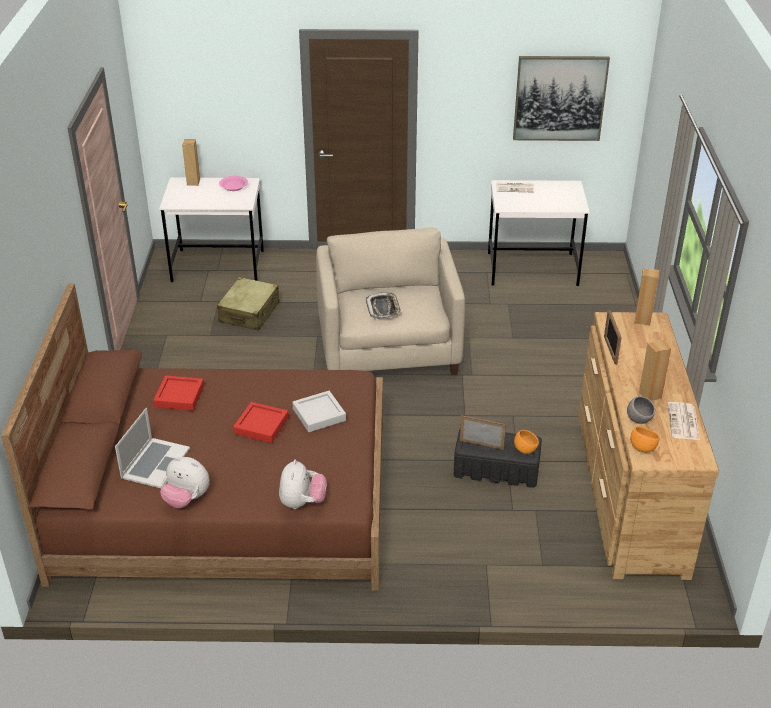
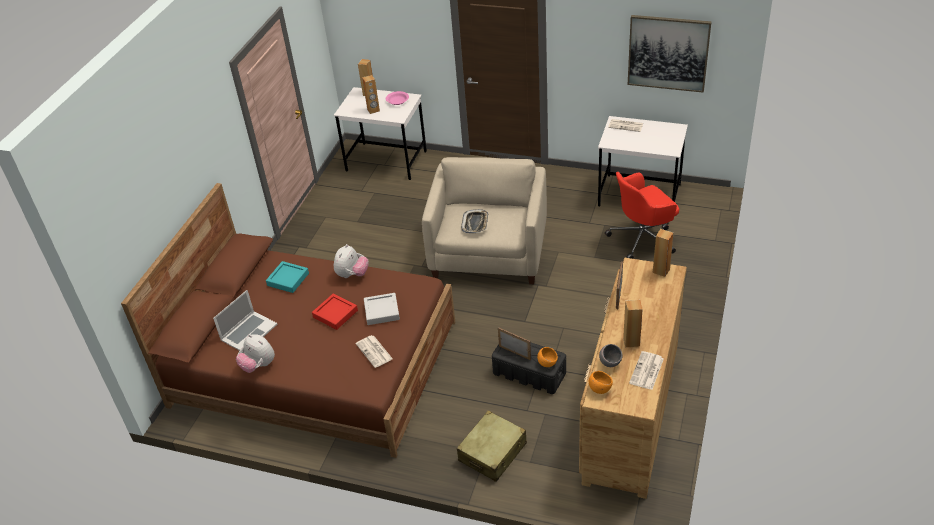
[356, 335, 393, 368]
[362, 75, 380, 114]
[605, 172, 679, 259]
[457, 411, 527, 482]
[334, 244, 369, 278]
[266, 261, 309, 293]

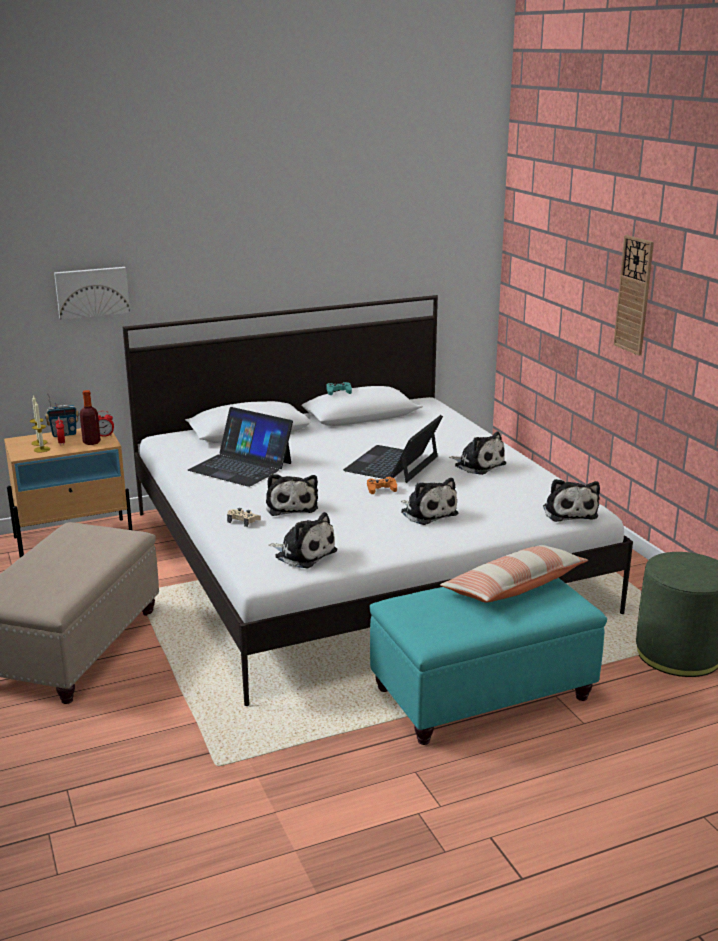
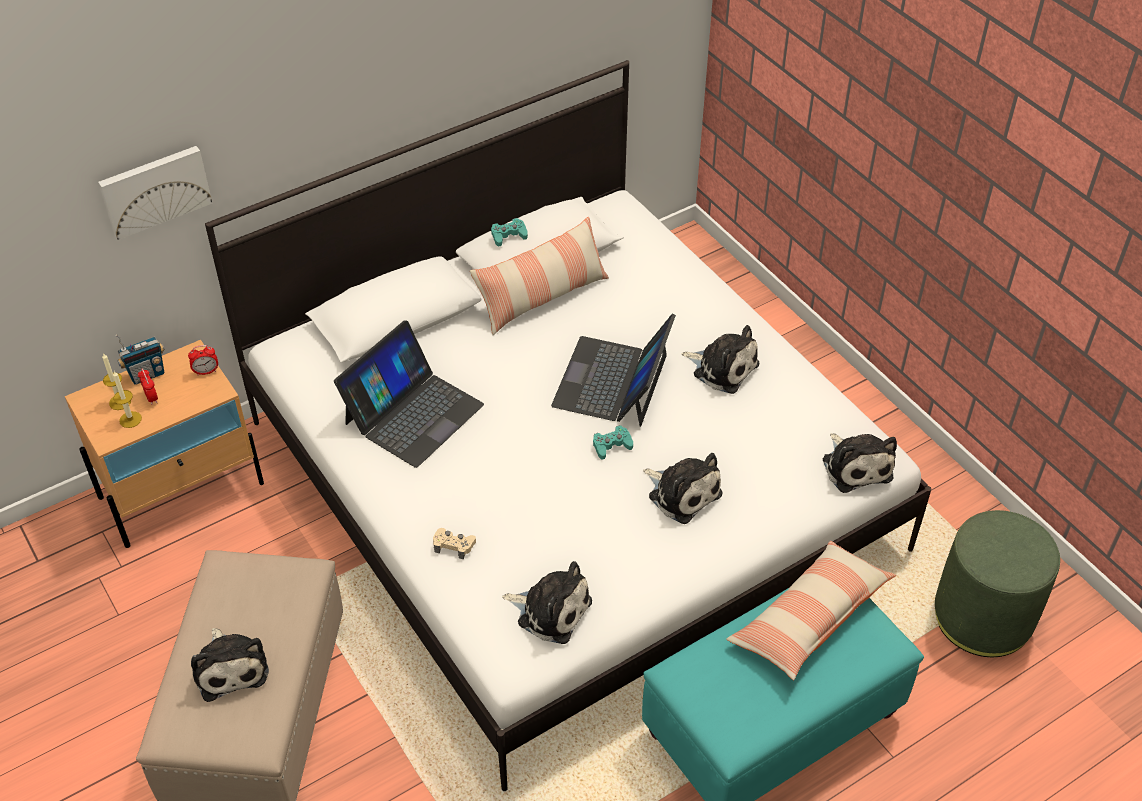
[80, 390, 101, 445] (first image)
[613, 235, 654, 355] (first image)
[470, 216, 609, 335]
[191, 628, 269, 702]
[593, 425, 633, 460]
[334, 320, 484, 468]

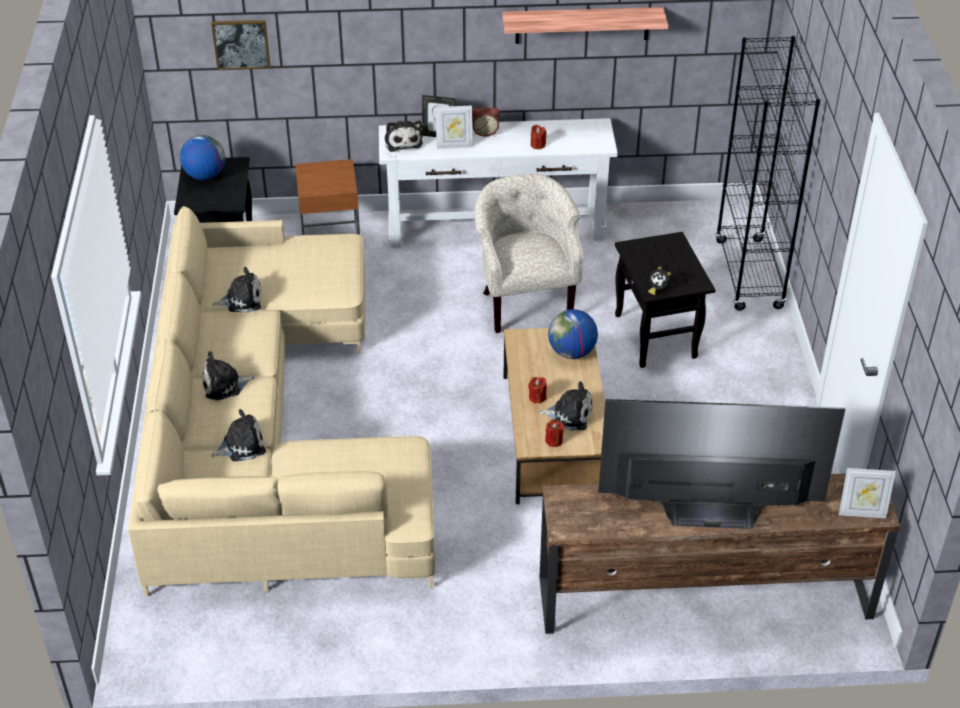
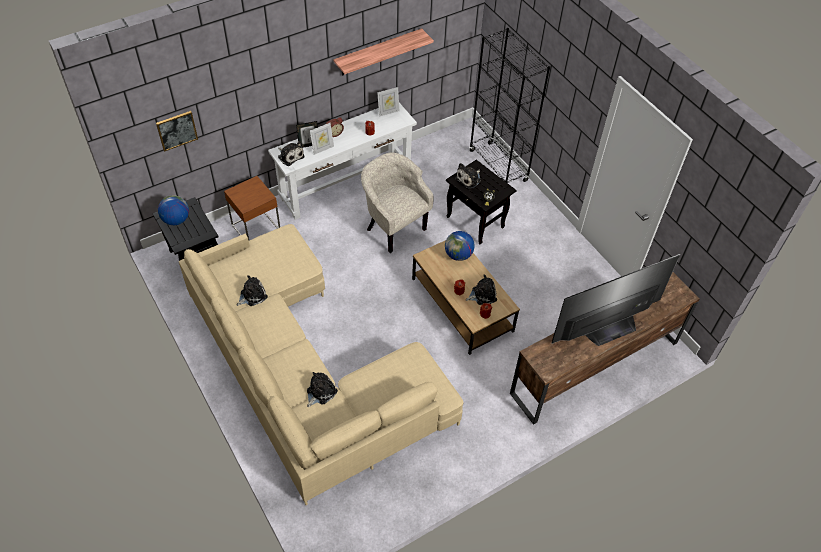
[455, 163, 481, 189]
[377, 87, 399, 116]

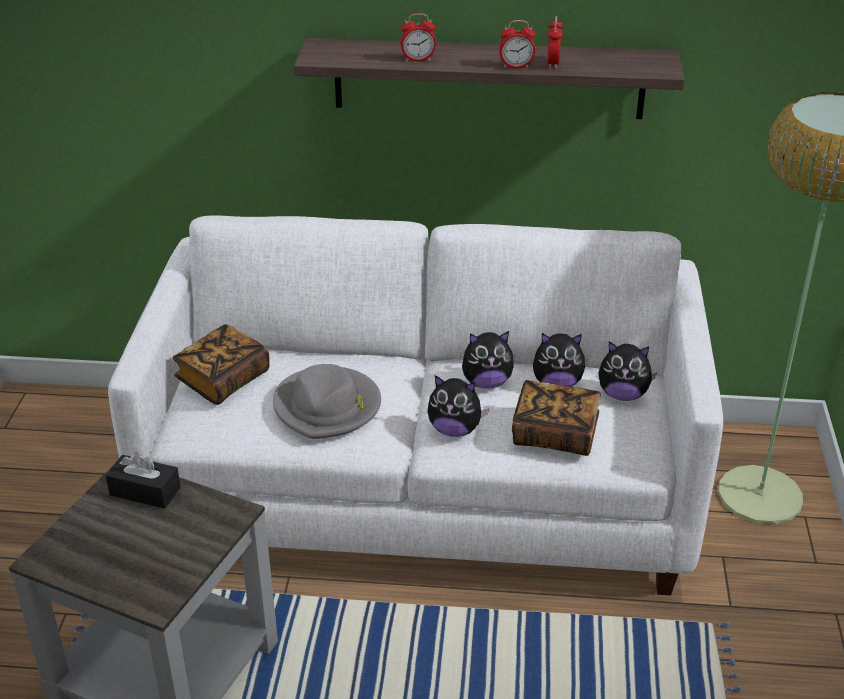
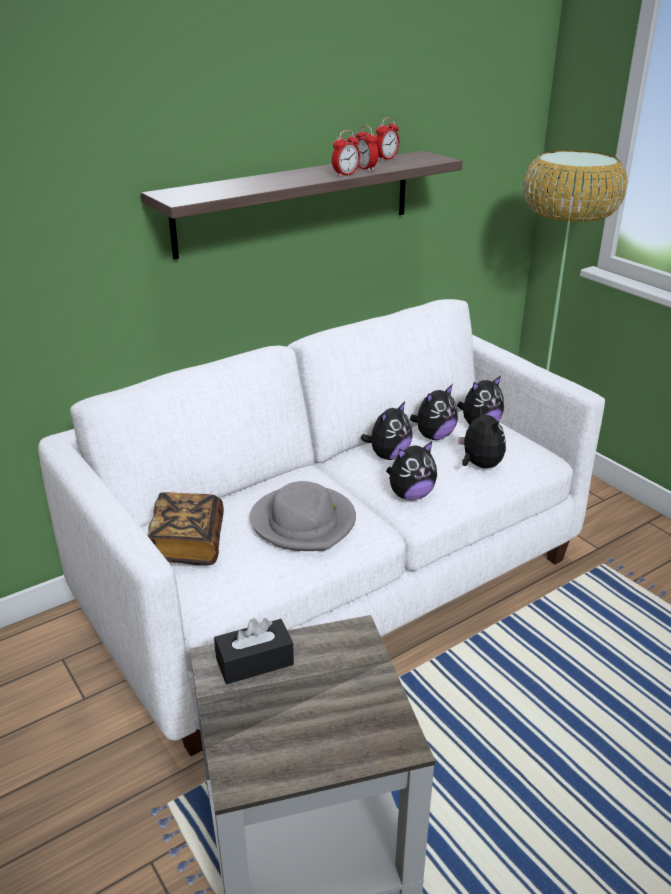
[376, 117, 399, 161]
[458, 406, 506, 468]

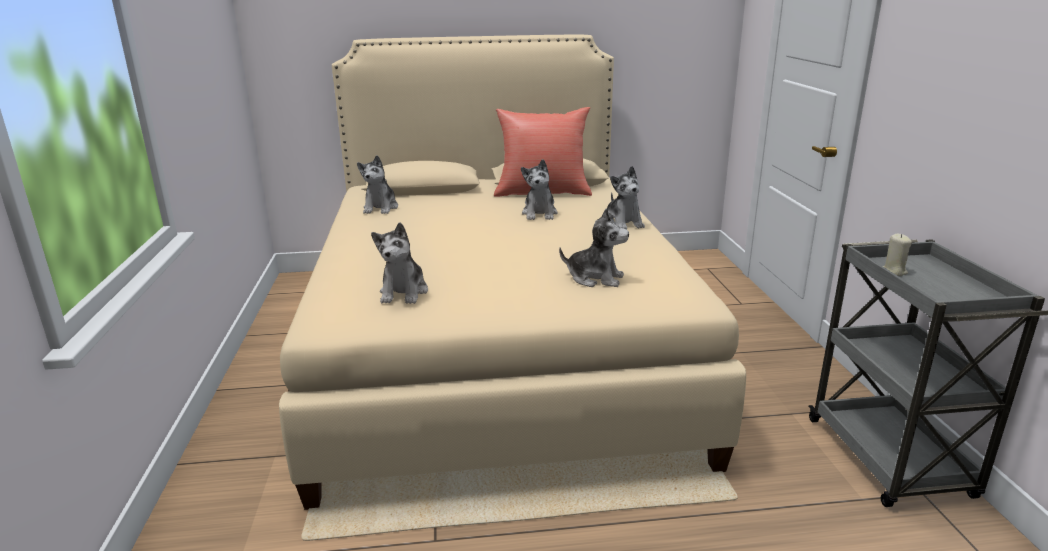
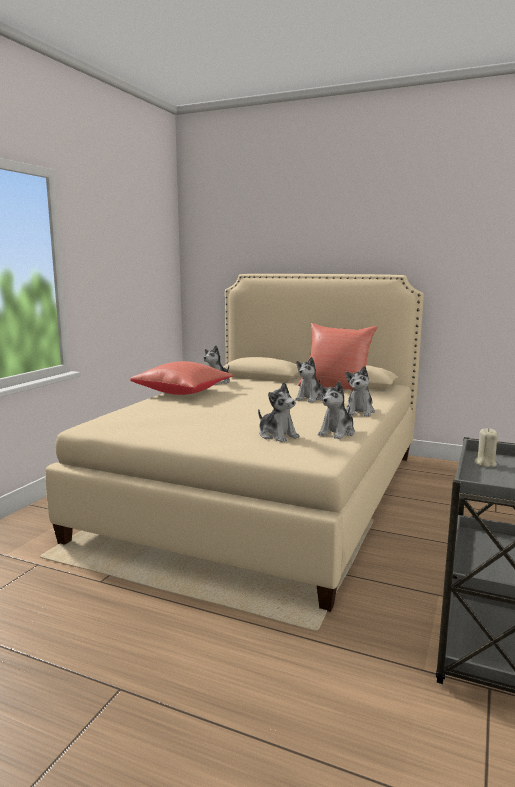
[130, 361, 233, 395]
[318, 381, 355, 439]

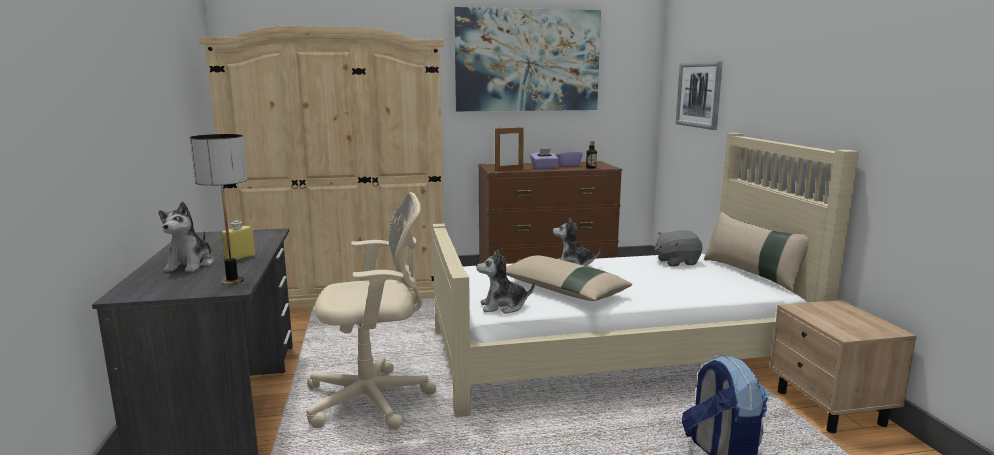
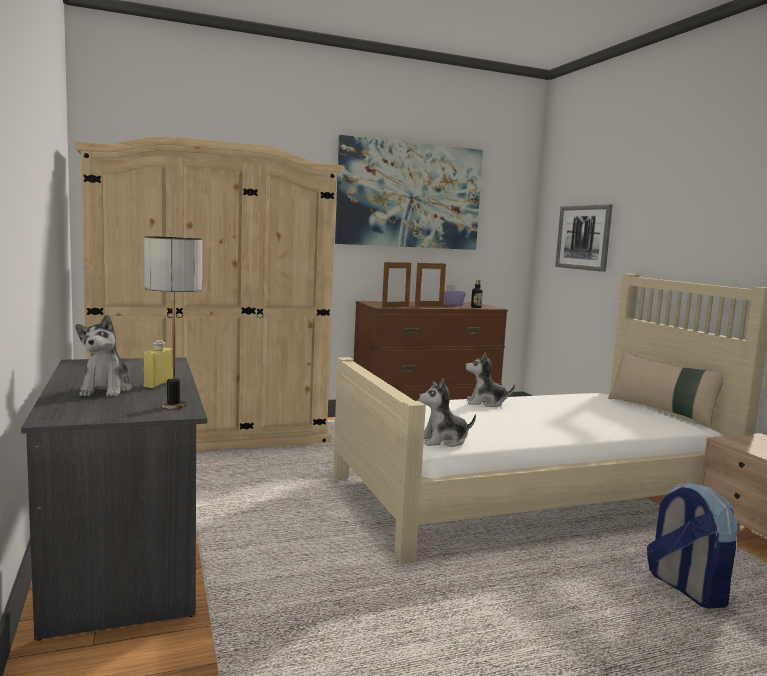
[306, 192, 437, 430] (first image)
[506, 255, 632, 301] (first image)
[655, 230, 703, 267] (first image)
[415, 261, 446, 306]

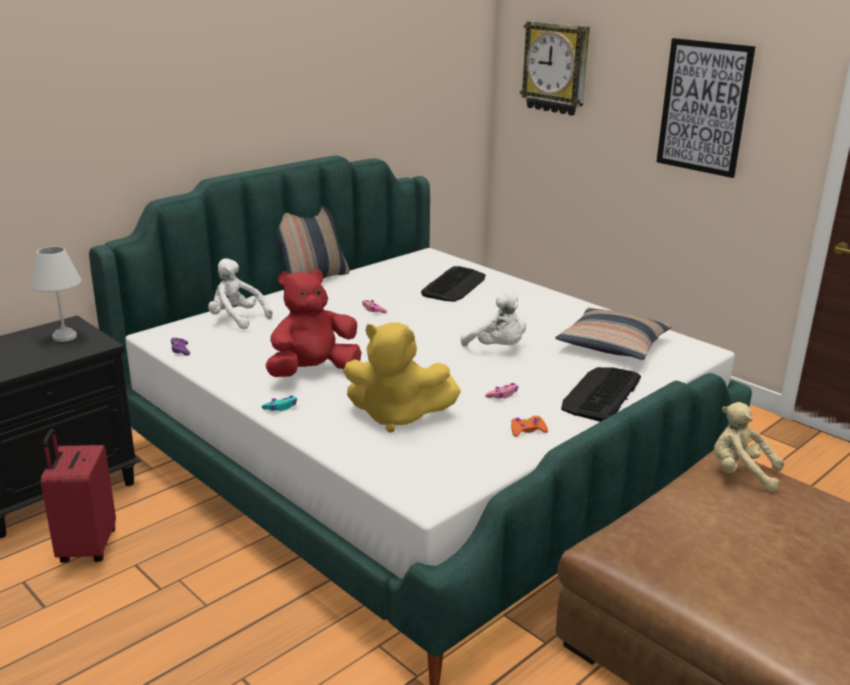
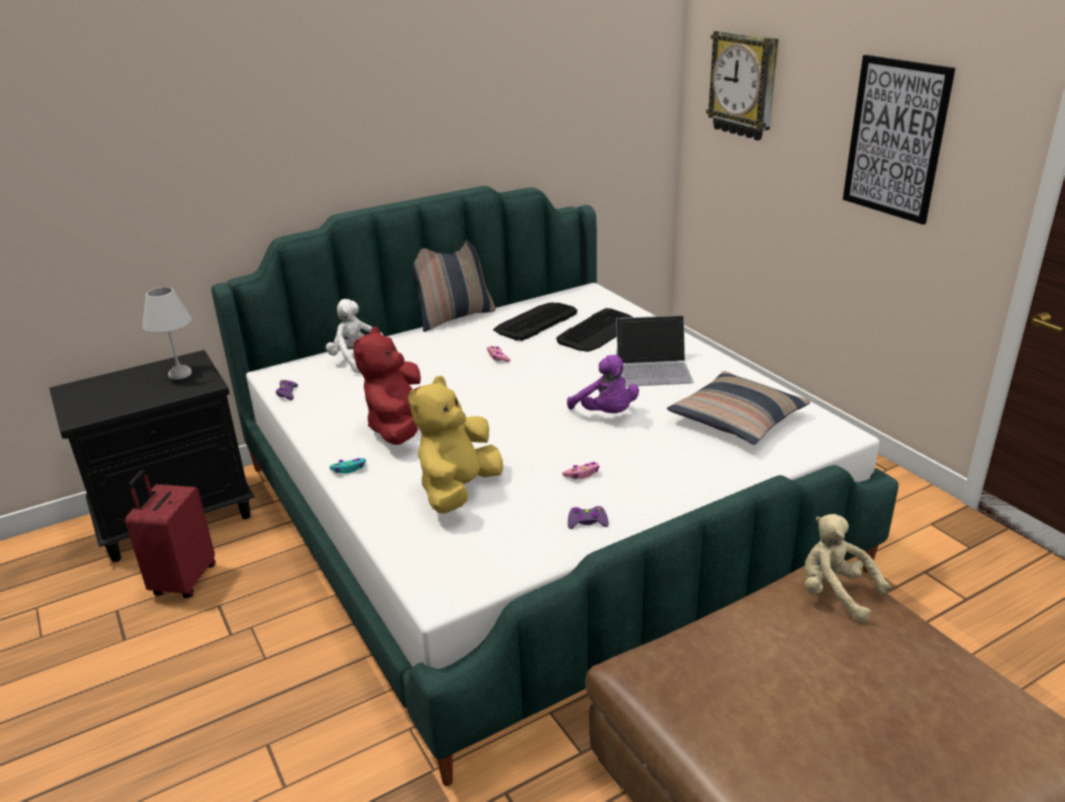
[616, 315, 693, 387]
[493, 302, 577, 341]
[567, 355, 639, 413]
[568, 506, 609, 529]
[353, 326, 421, 445]
[408, 376, 503, 513]

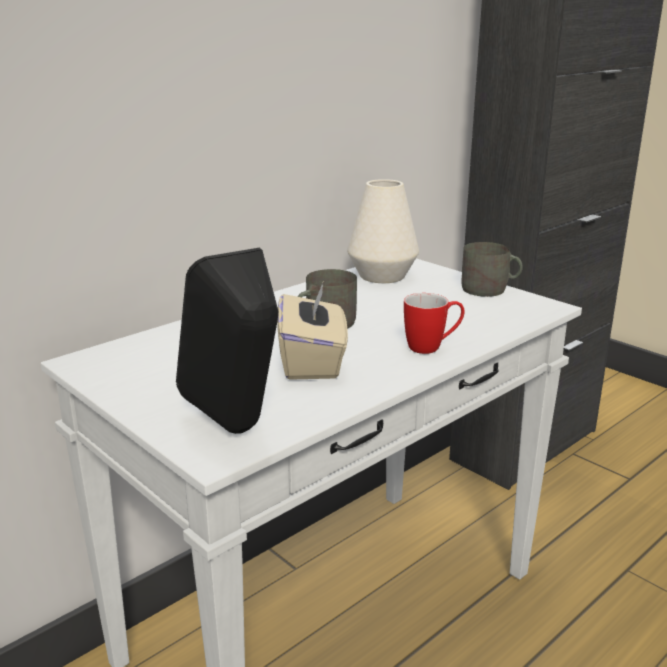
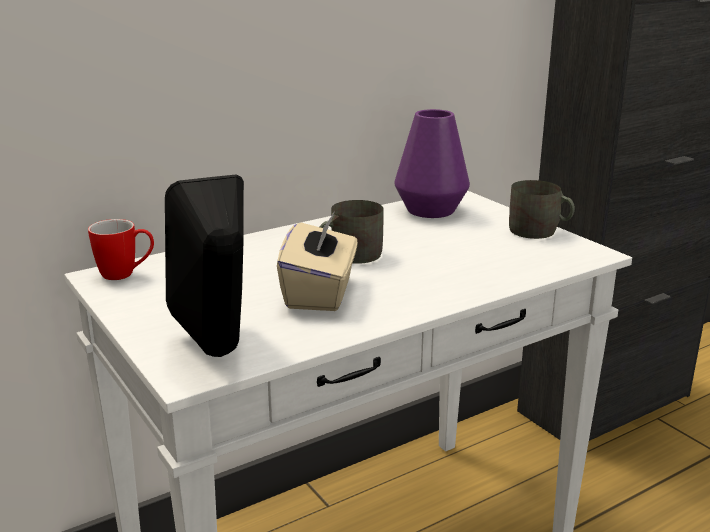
[88, 219, 154, 280]
[394, 109, 470, 218]

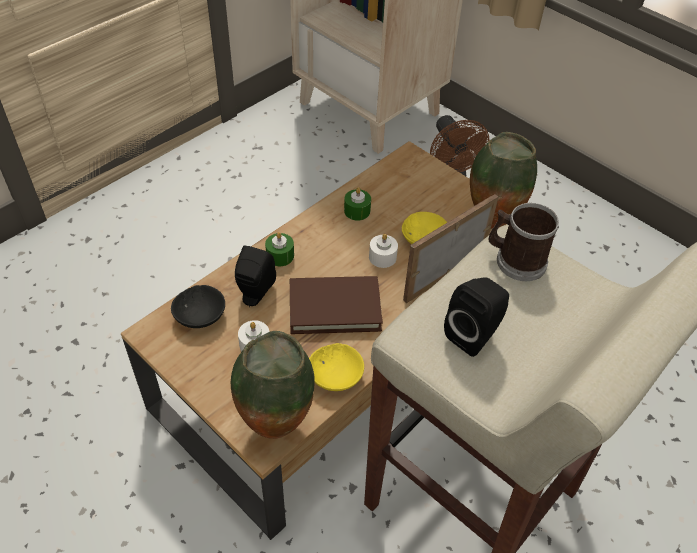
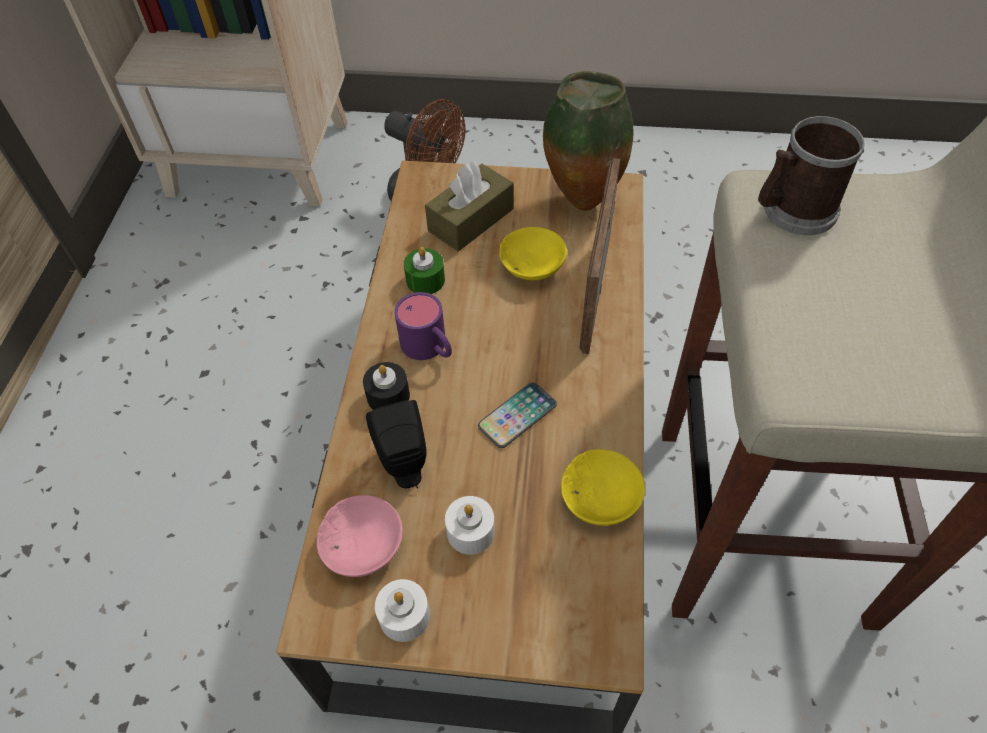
[231, 331, 315, 439] (first image)
[444, 277, 509, 357] (first image)
[394, 292, 452, 360]
[425, 161, 513, 252]
[375, 579, 430, 642]
[478, 382, 557, 448]
[317, 495, 403, 577]
[363, 362, 410, 410]

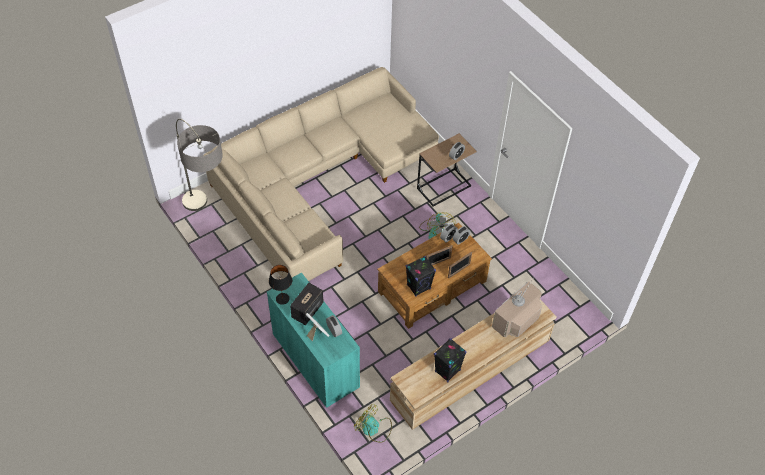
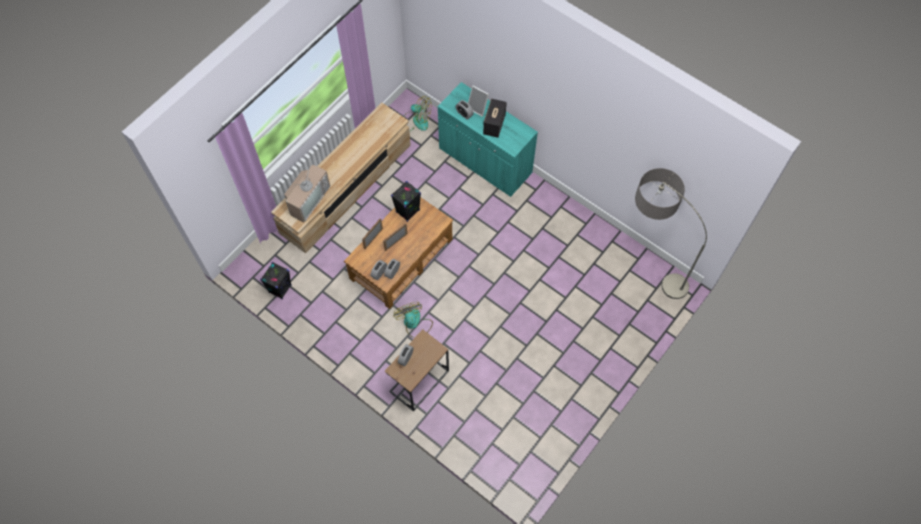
[203, 67, 439, 281] (first image)
[269, 265, 292, 305] (first image)
[260, 262, 292, 299]

